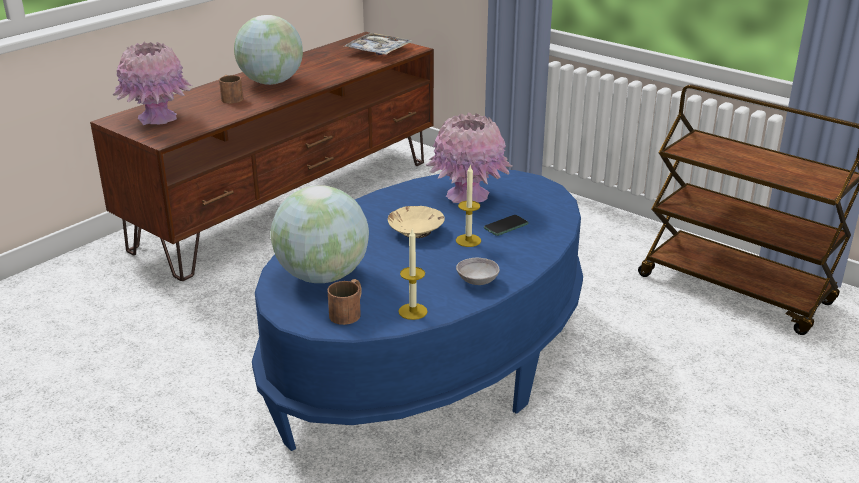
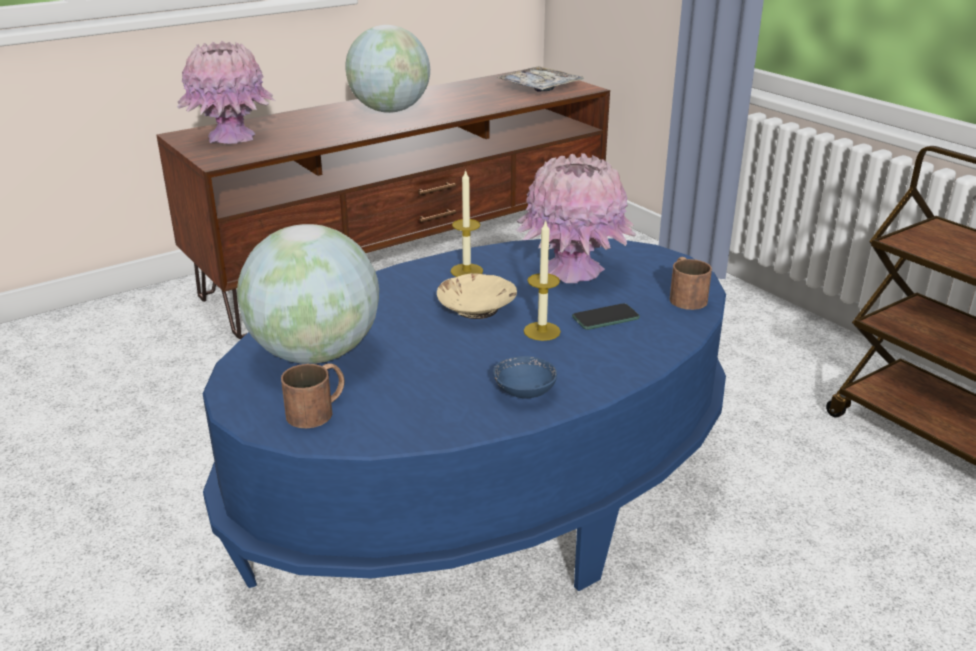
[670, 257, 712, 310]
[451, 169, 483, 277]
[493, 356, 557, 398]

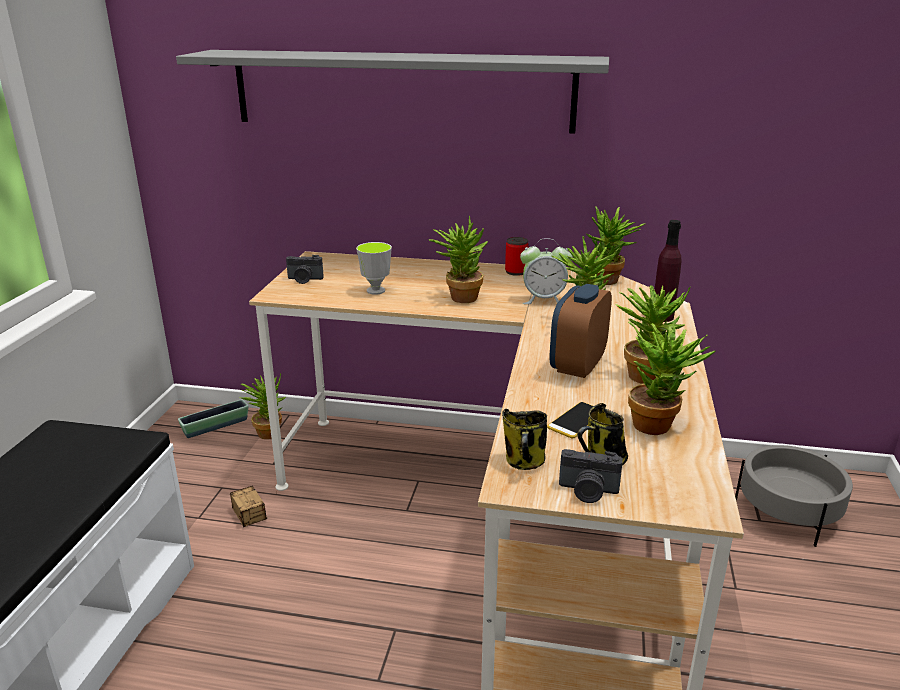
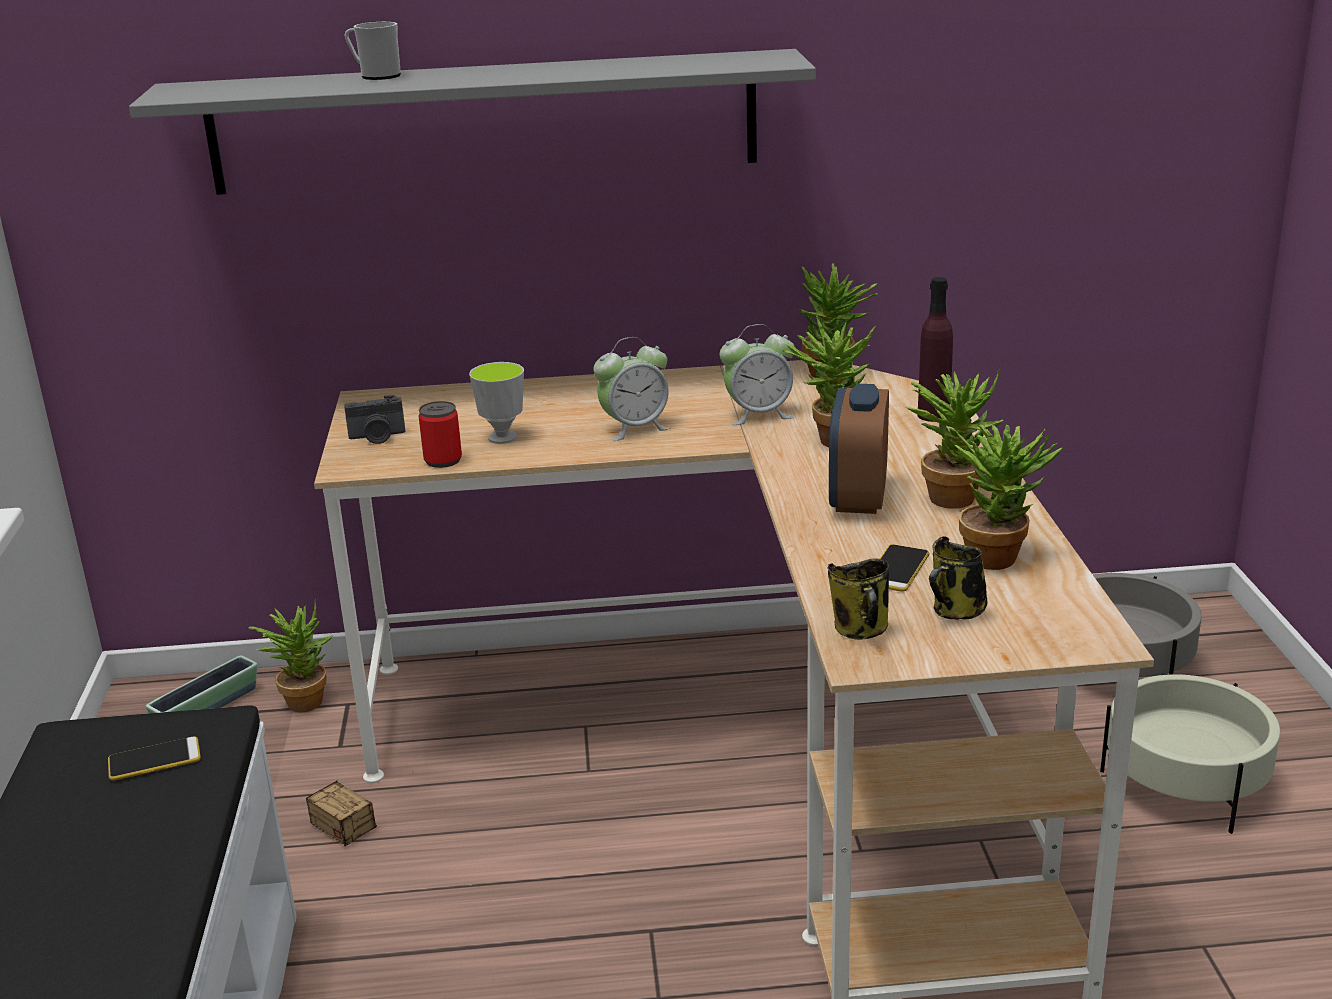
[559, 449, 623, 503] (first image)
[108, 736, 201, 781]
[344, 22, 401, 80]
[1100, 674, 1280, 834]
[419, 401, 462, 468]
[593, 337, 671, 441]

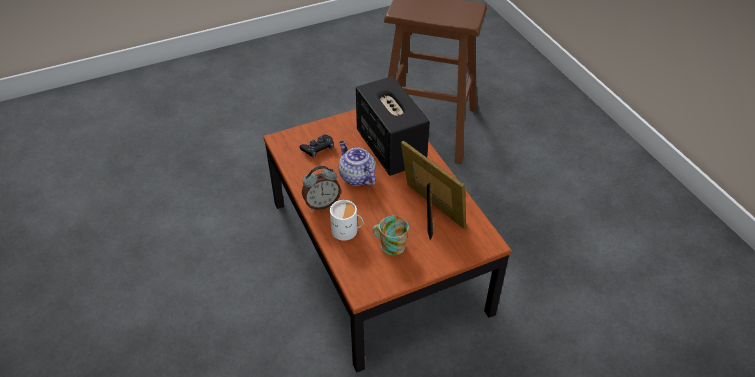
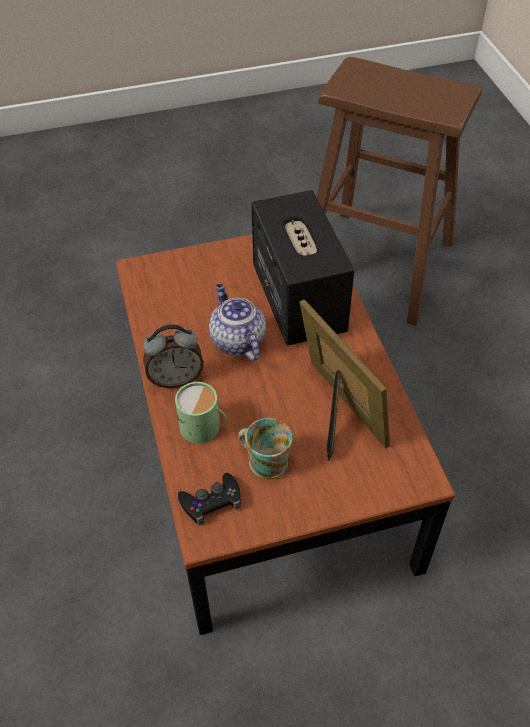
[178, 473, 240, 525]
[175, 382, 227, 444]

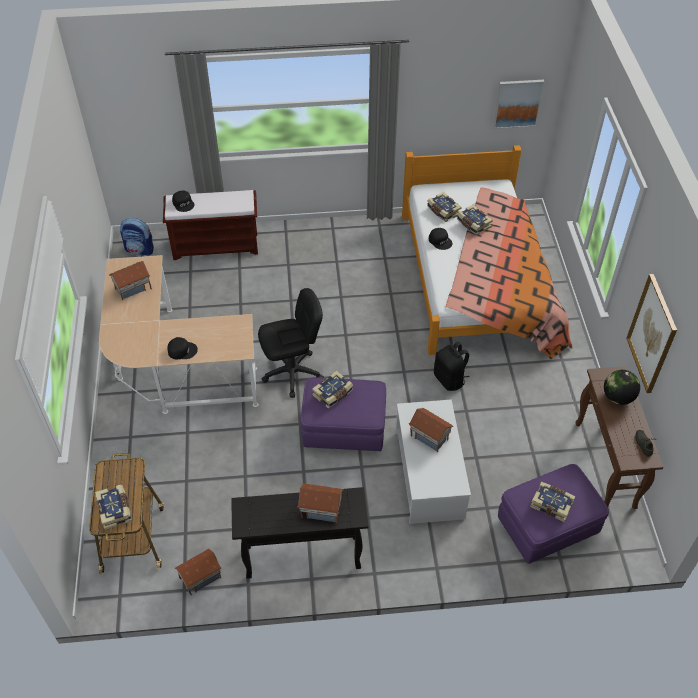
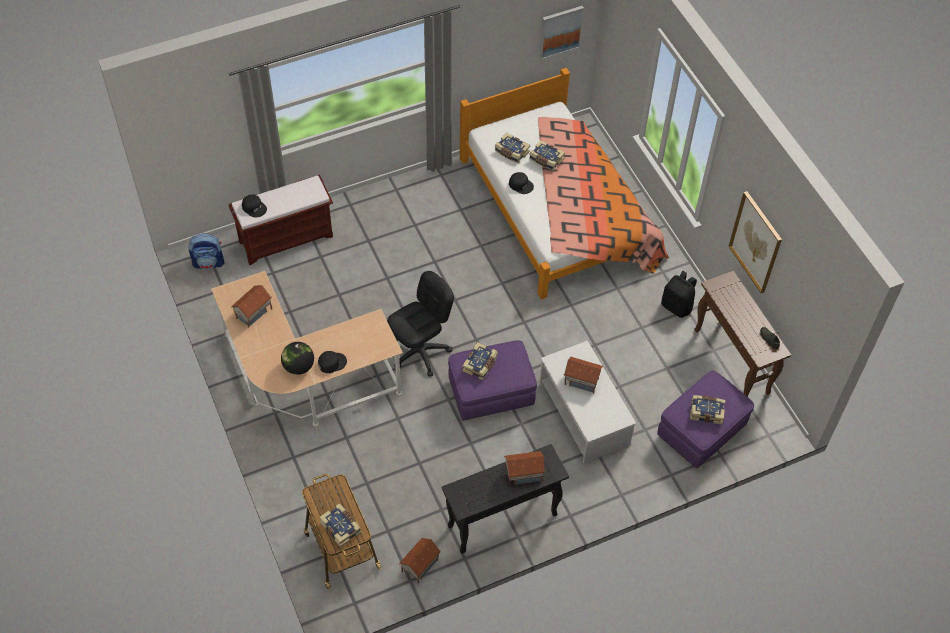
[661, 271, 697, 318]
[281, 342, 314, 375]

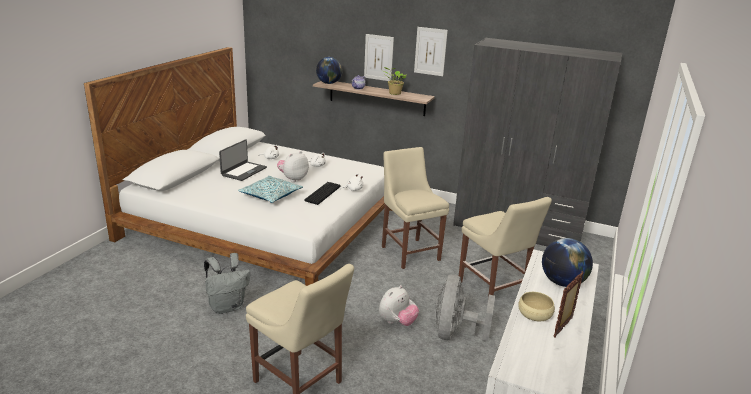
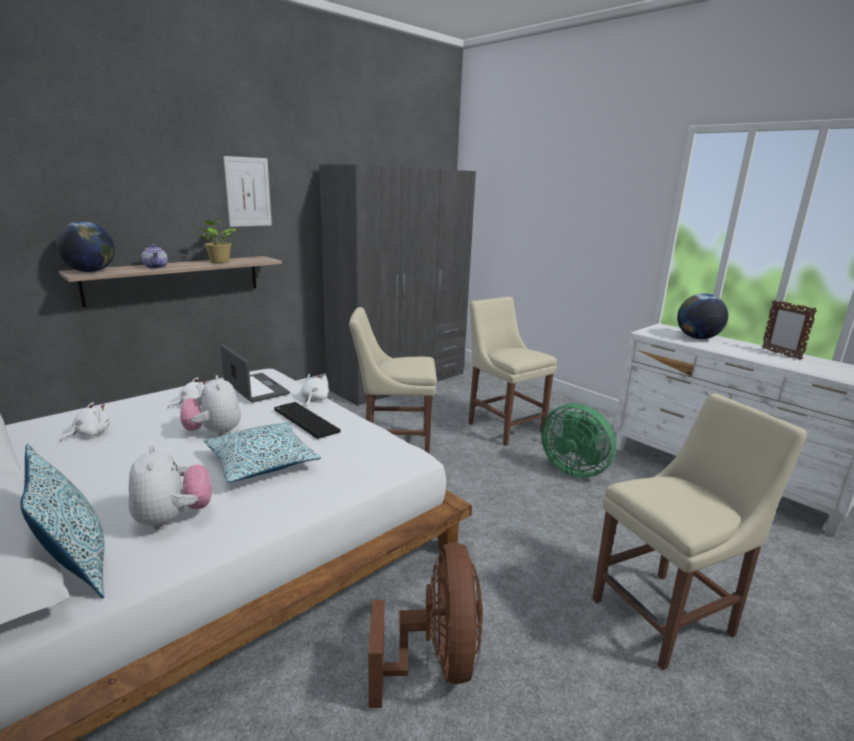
[364, 34, 394, 81] (first image)
[518, 292, 555, 321] (first image)
[21, 443, 105, 598]
[220, 344, 290, 403]
[128, 446, 212, 530]
[368, 543, 483, 708]
[541, 403, 616, 478]
[468, 297, 557, 446]

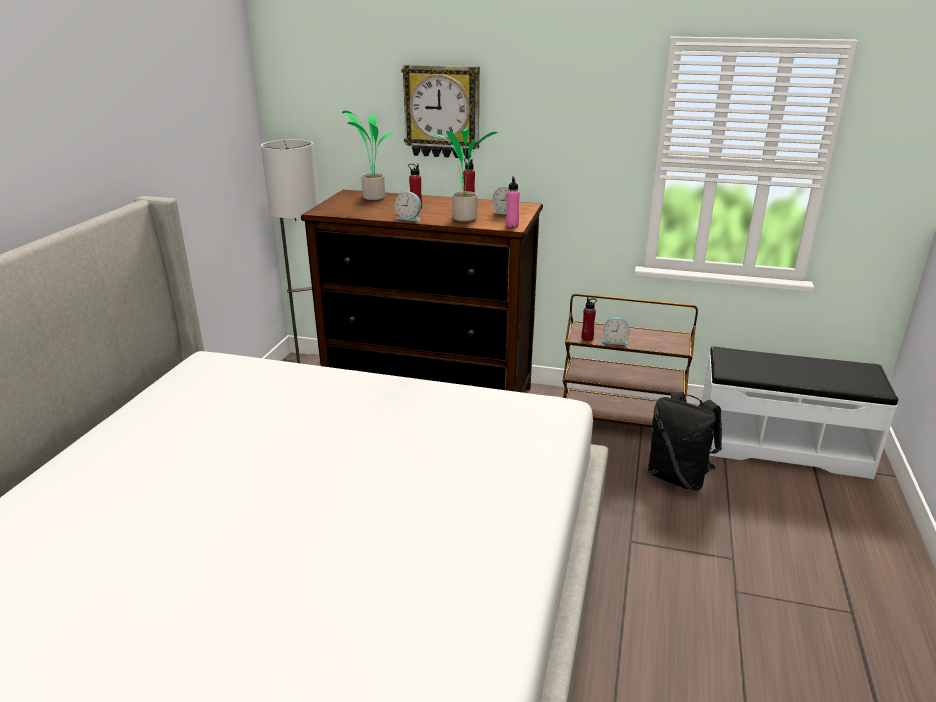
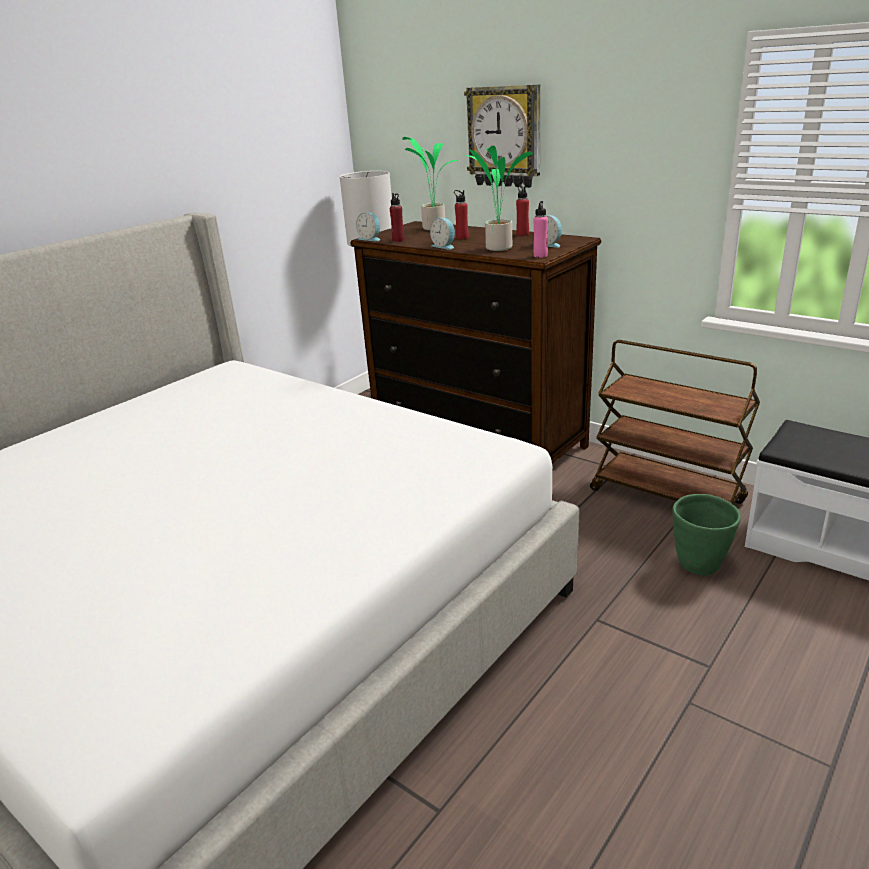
[390, 193, 405, 242]
[356, 212, 380, 241]
[672, 494, 741, 576]

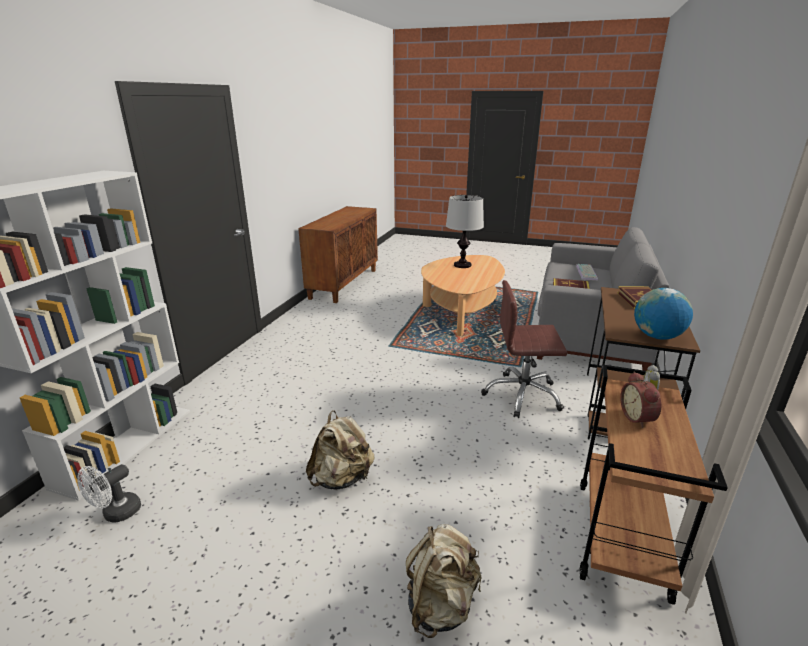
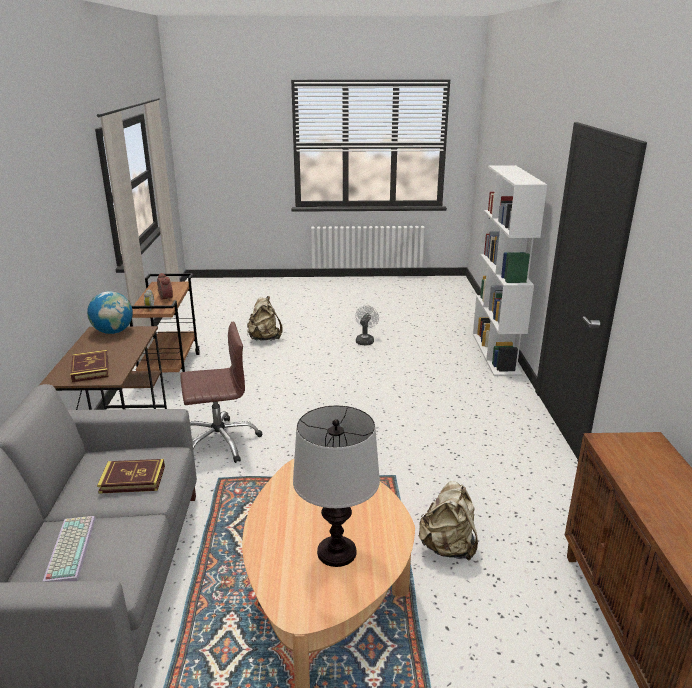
[355, 305, 379, 345]
[418, 481, 478, 561]

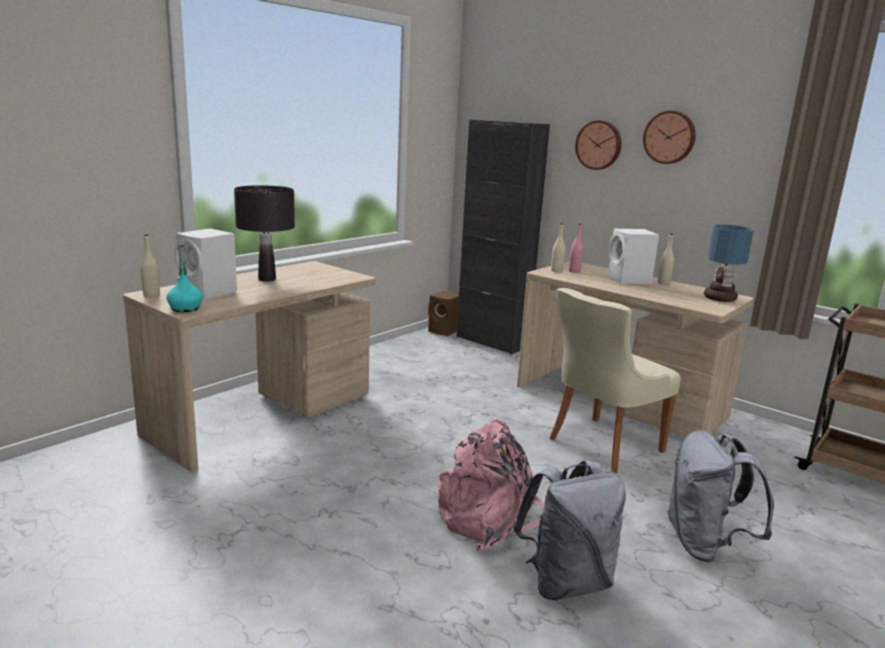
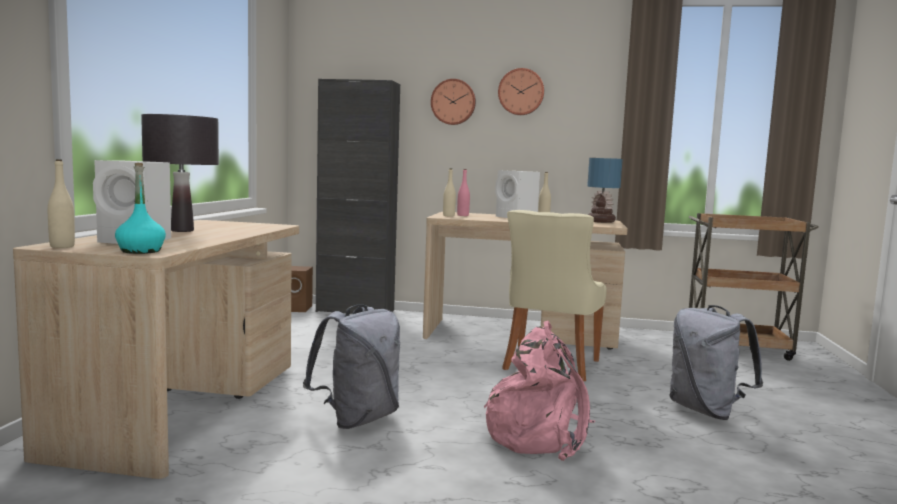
[303, 304, 400, 429]

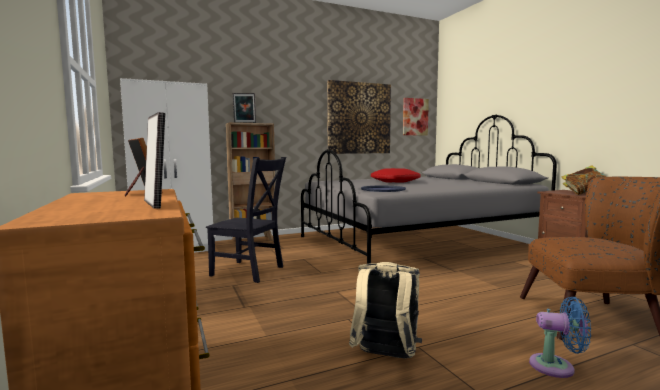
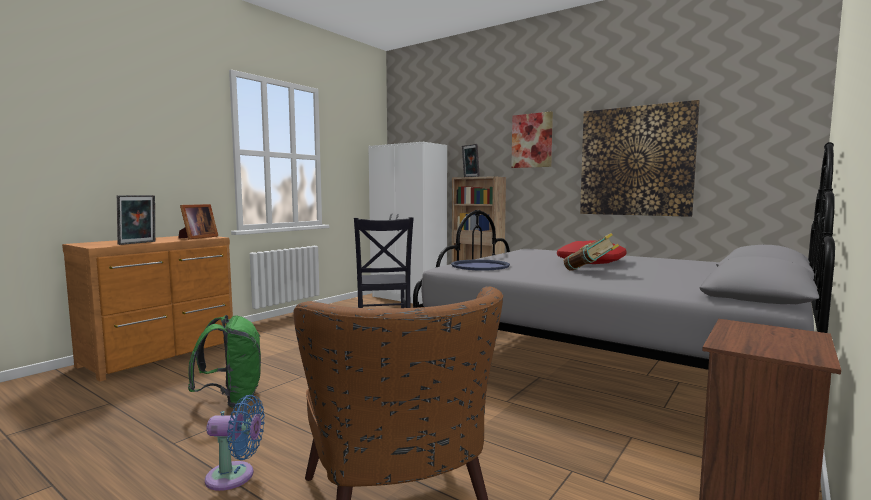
[511, 111, 553, 168]
[564, 233, 619, 271]
[188, 315, 261, 408]
[205, 395, 265, 491]

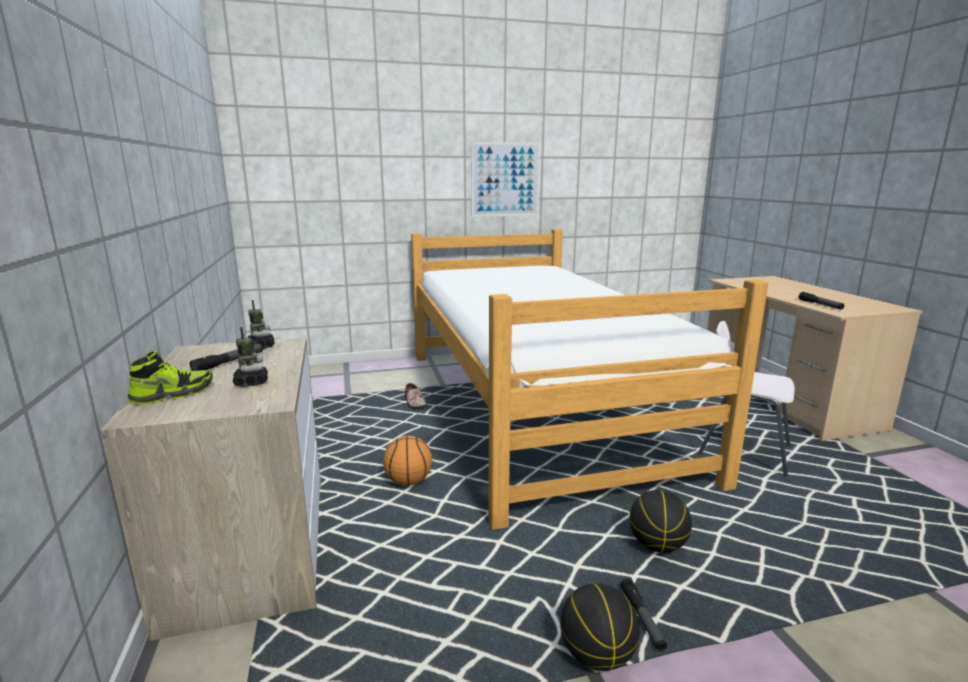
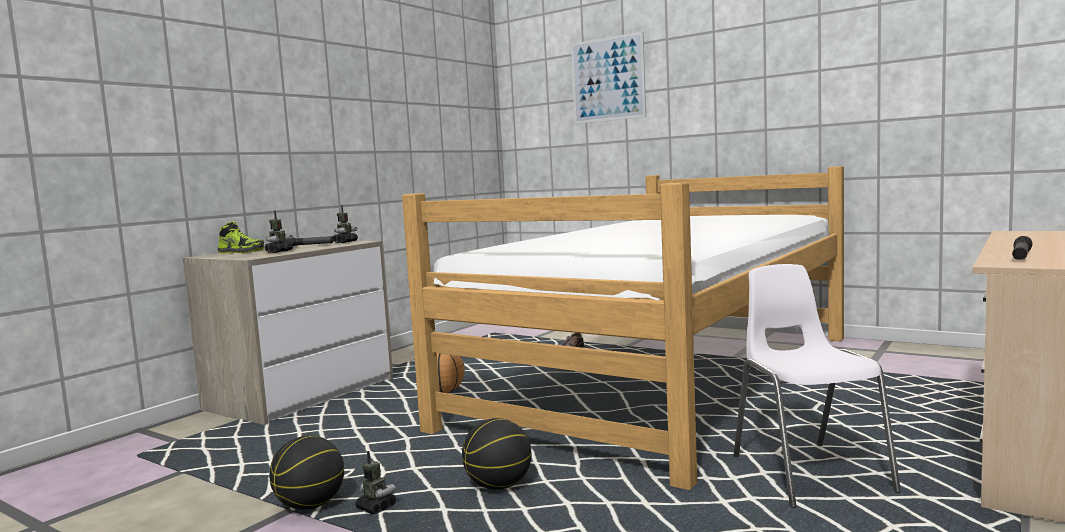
[571, 31, 646, 124]
[355, 451, 396, 514]

